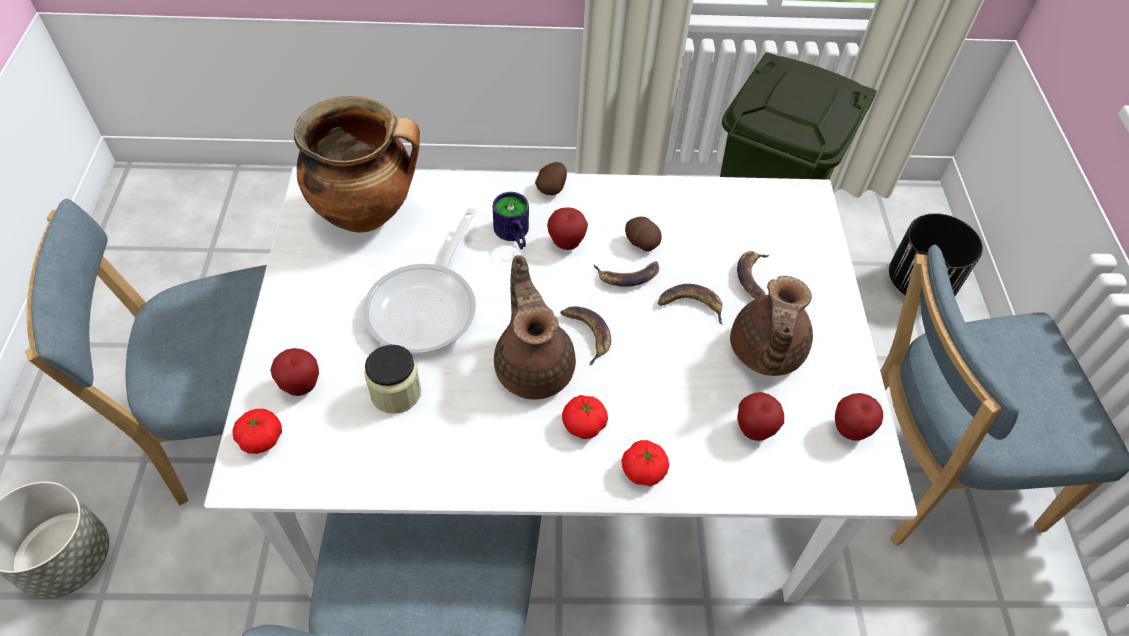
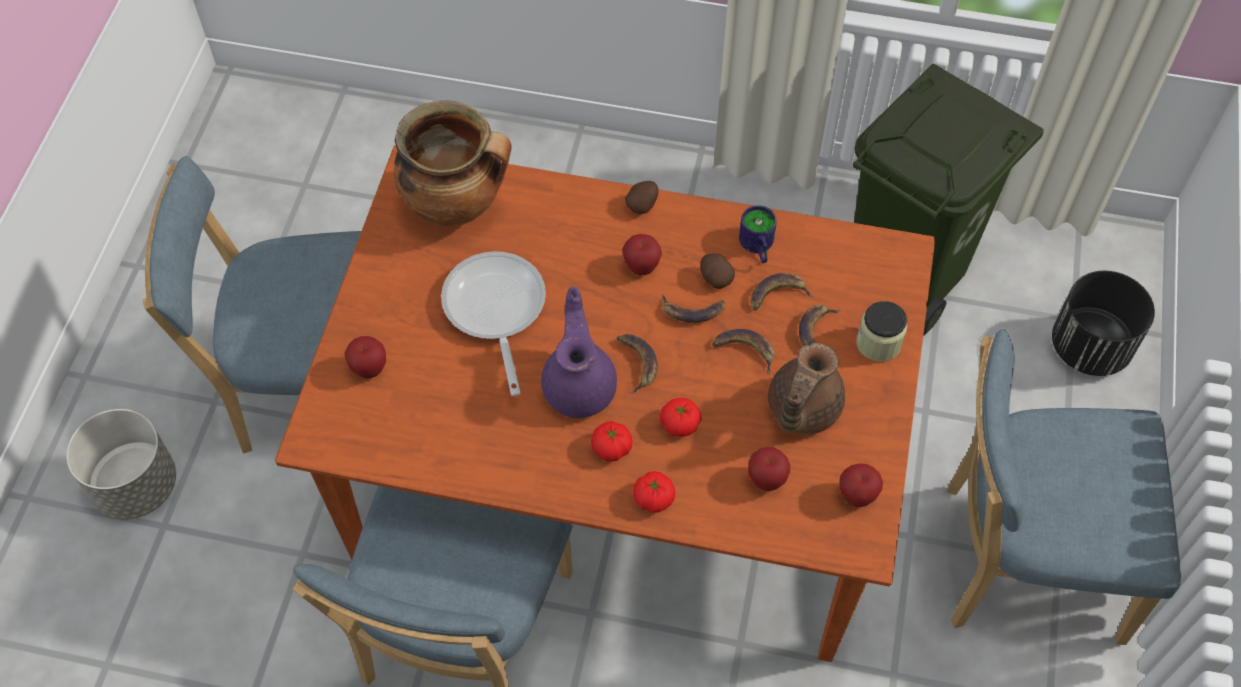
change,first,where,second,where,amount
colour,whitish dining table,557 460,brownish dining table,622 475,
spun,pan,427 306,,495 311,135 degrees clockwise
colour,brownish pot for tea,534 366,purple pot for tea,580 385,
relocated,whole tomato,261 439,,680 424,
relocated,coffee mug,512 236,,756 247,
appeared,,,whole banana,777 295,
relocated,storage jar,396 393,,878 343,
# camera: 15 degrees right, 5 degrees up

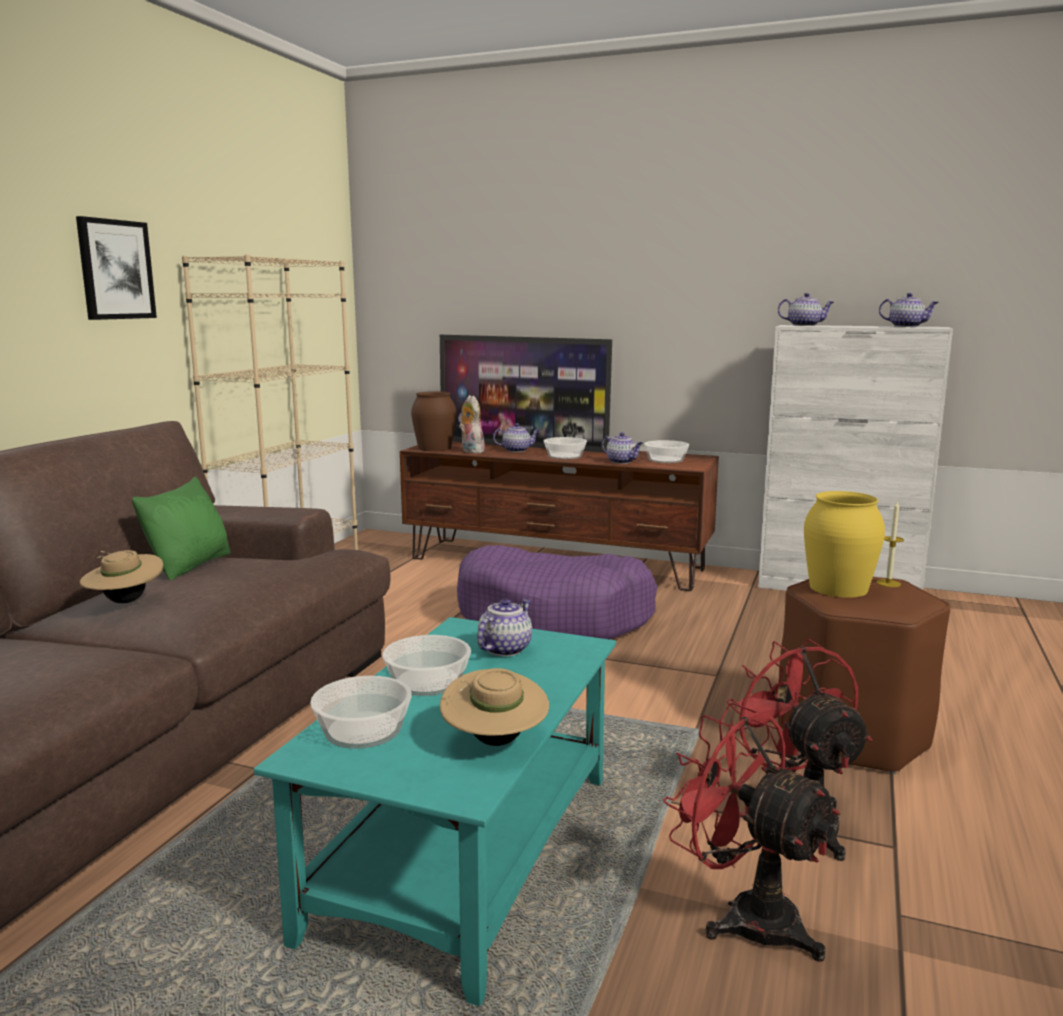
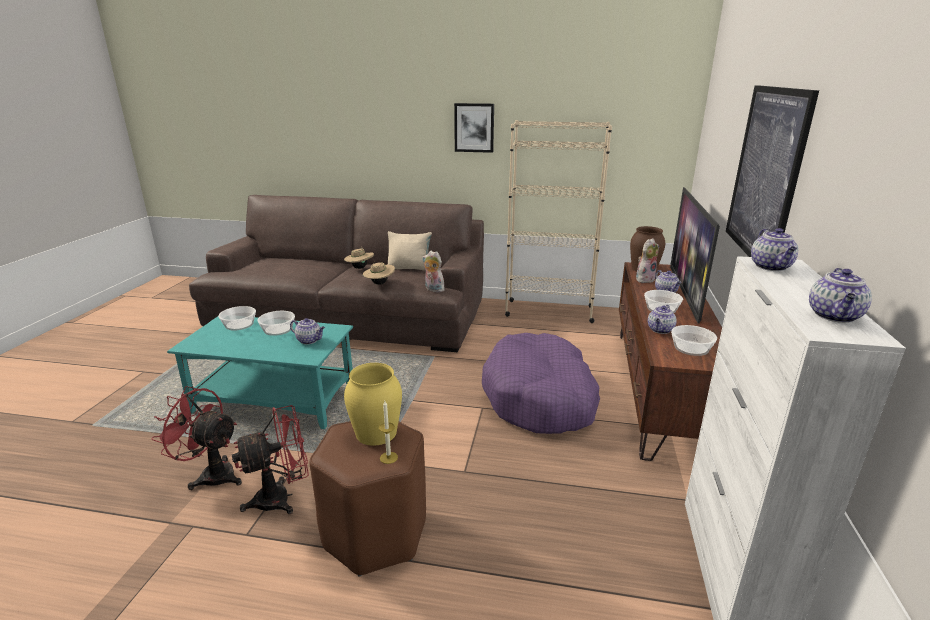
change,first,where,second,where,amount
spun,red cooling fan,746 915,,211 474,105 degrees counterclockwise
relocated,sand-coloured clothing hat,495 741,,379 283,
colour,green pillow,189 566,sand-coloured pillow,410 268,
appeared,,,soft toy,433 289,
appeared,,,picture,765 174,
# camera: 80 degrees right, 10 degrees up

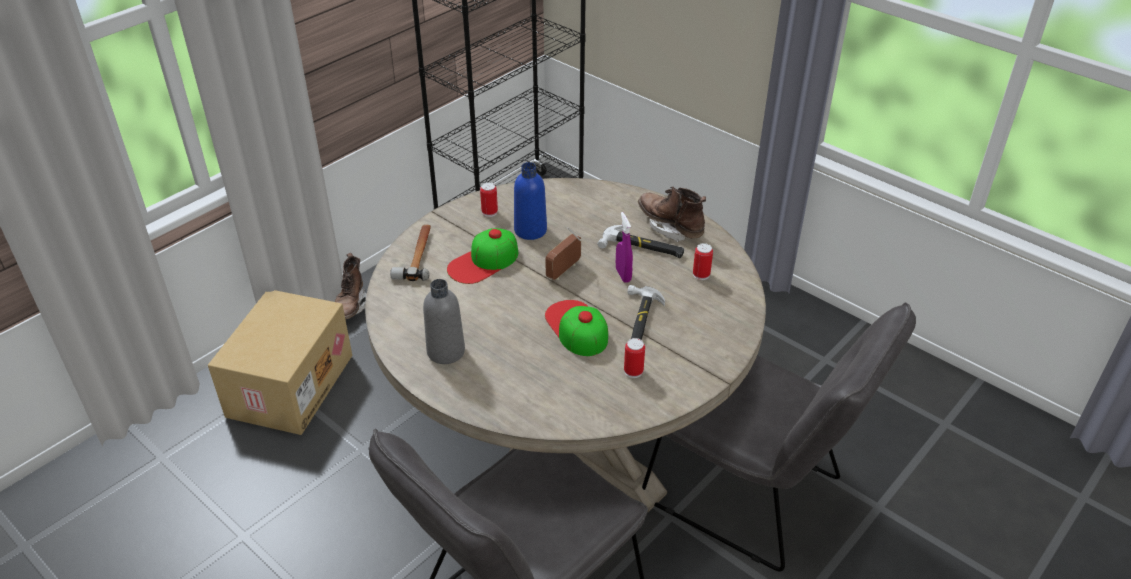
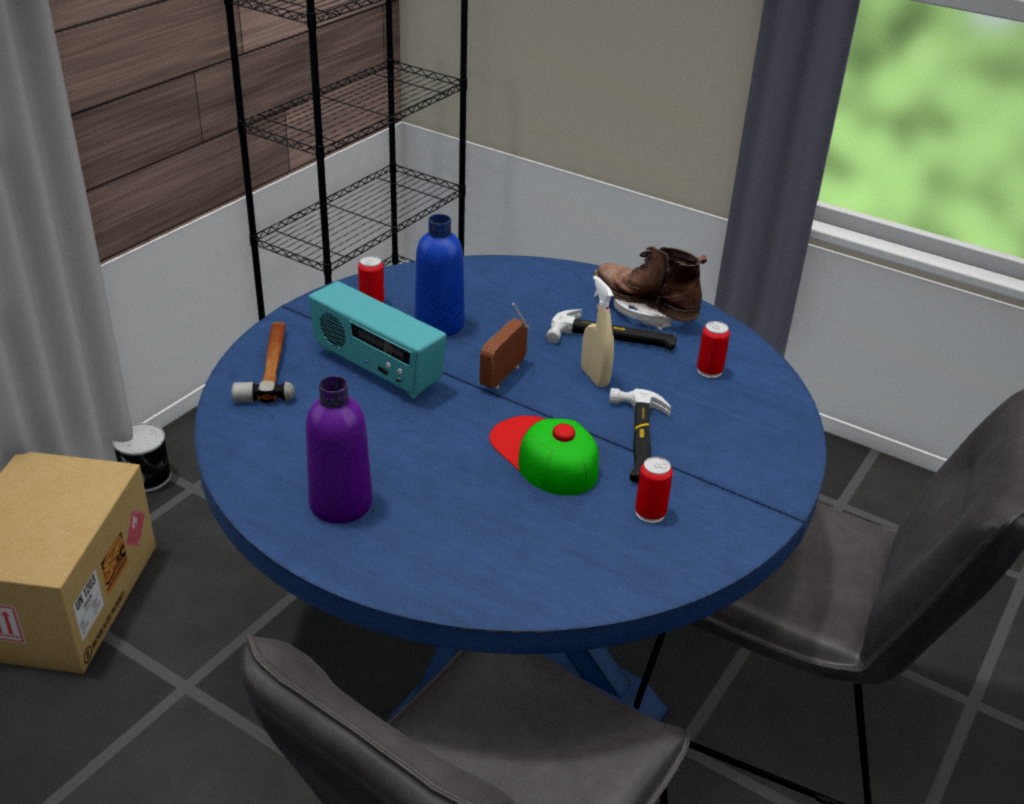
change,first,where,second,where,amount
exchanged,brownish boot,351 306,can,147 476,
colour,sand-coloured dining table,565 440,blue-coloured dining table,500 645,
colour,gray beverage bottle,446 351,purple beverage bottle,341 504,
exchanged,baseball cap,483 262,radio set,376 370,
colour,purple spray bottle,623 275,sand-coloured spray bottle,594 377,
# camera: 10 degrees left, 5 degrees down

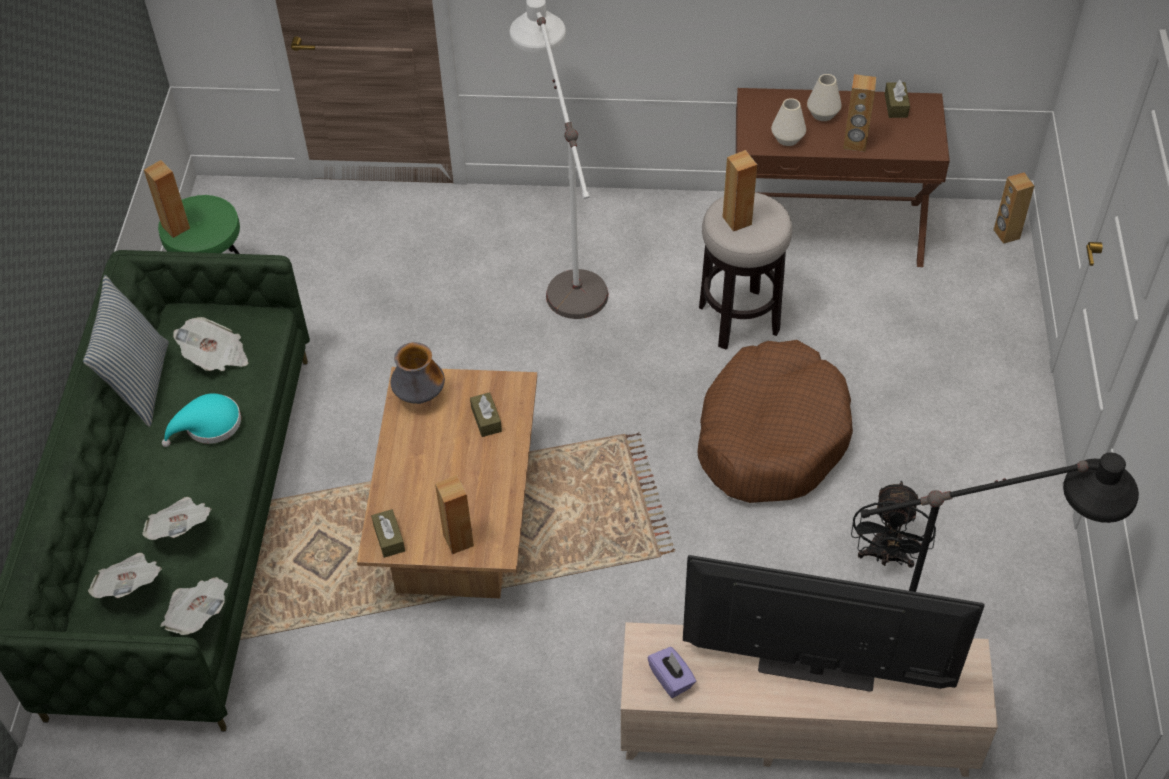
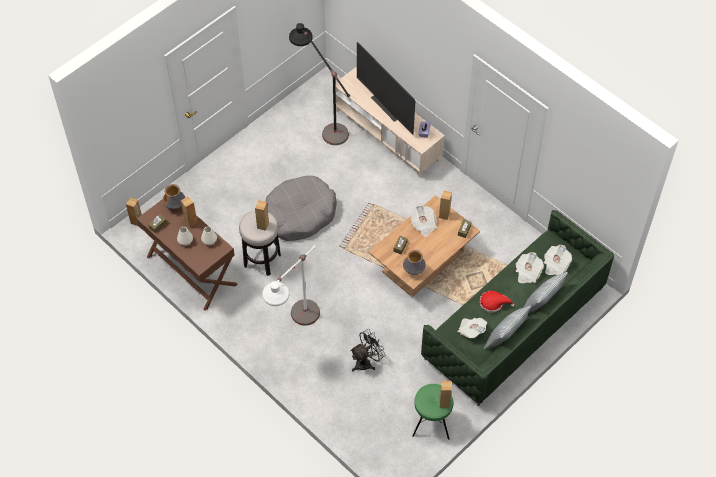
change,first,where,second,where,amount
appeared,,,decorative vase,175 205,
colour,brownish pet bed,771 436,gray pet bed,299 214,
relocated,black-coloured cooling fan,886 557,,366 362,
relocated,printed paper,197 614,,423 225,
colour,blue-green clothing hat,208 425,red clothing hat,493 303,
appeared,,,pillow,541 304,
# camera: 140 degrees left, 5 degrees up

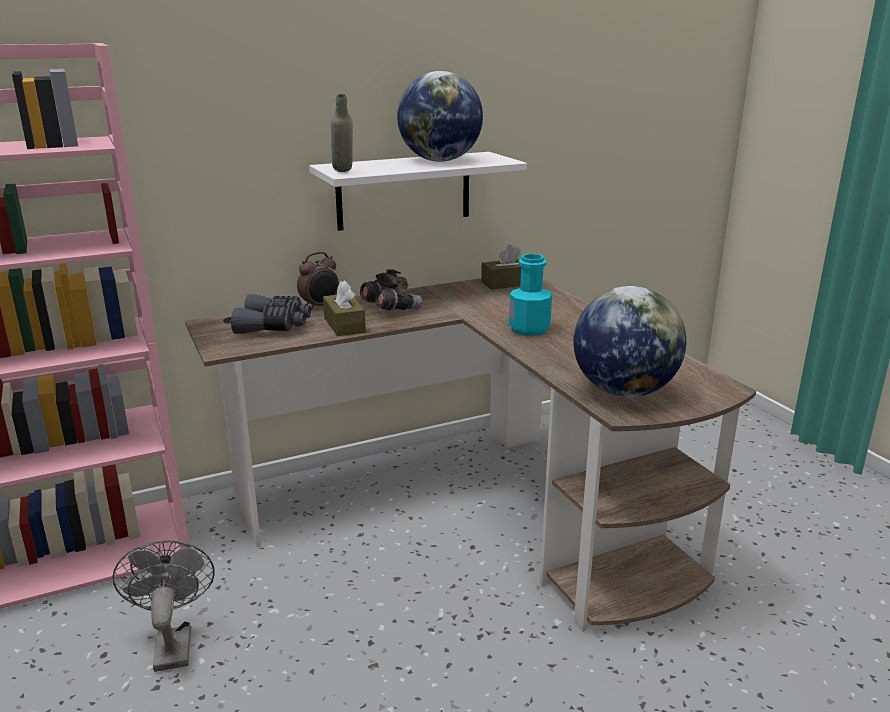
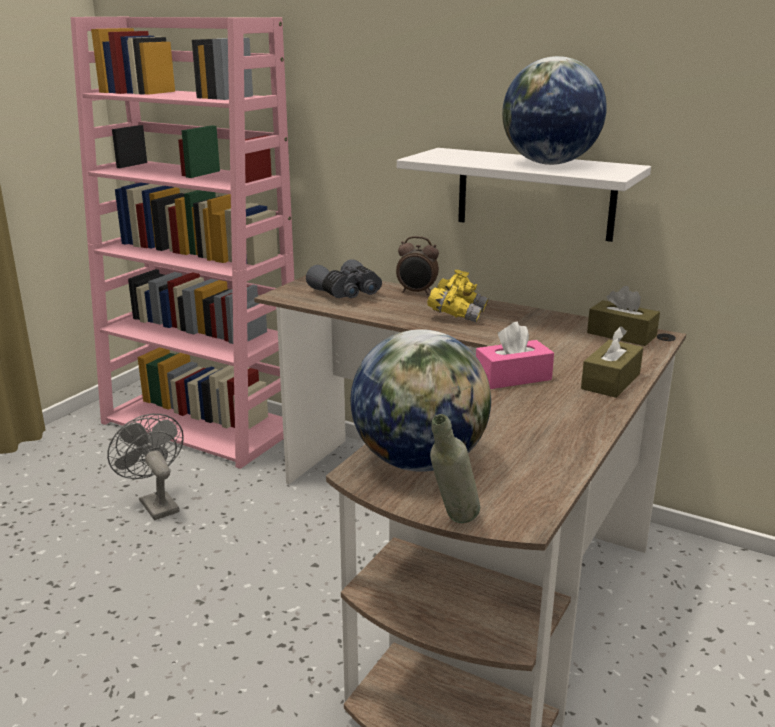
change,first,where,second,where,amount
spun,gray cooling fan,172 643,,155 503,75 degrees counterclockwise
colour,gray field glasses,390 309,yellow field glasses,457 314,
relocated,gray beverage bottle,343 172,,452 524,
exchanged,blue-green beverage bottle,529 329,pinkish box of tissues,513 377,
relocated,brownish box of tissues,344 325,,610 381,
# camera: 55 degrees right, 0 degrees up

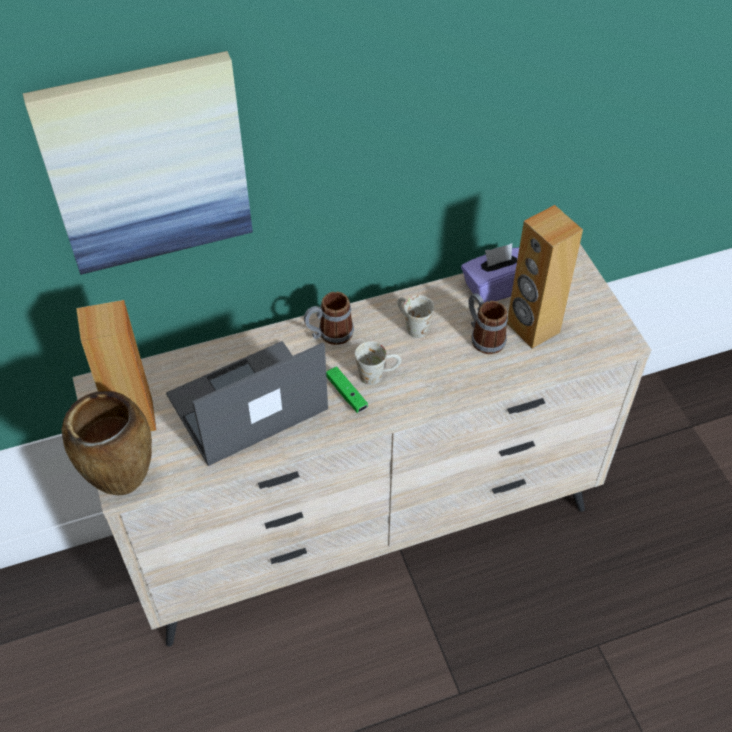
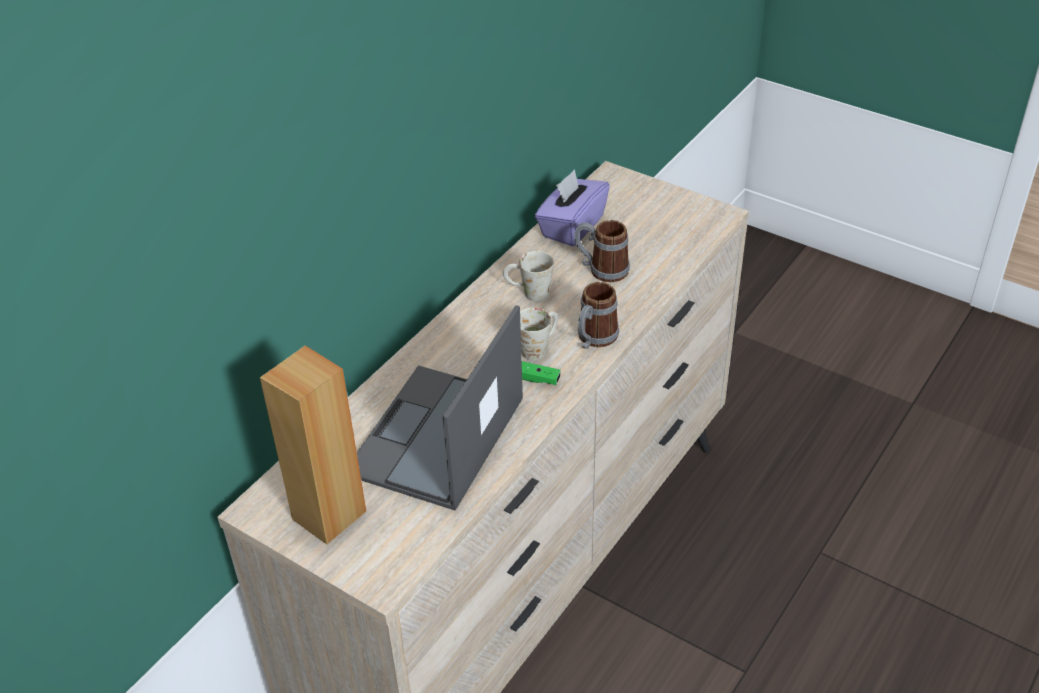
change,first,where,second,where,amount
relocated,coffee mug,329 334,,594 339,
missing,picture,147 164,,,
missing,brownish decorative vase,124 487,,,
missing,brownish loudspeaker,532 328,,,
# camera: 35 degrees left, 10 degrees down

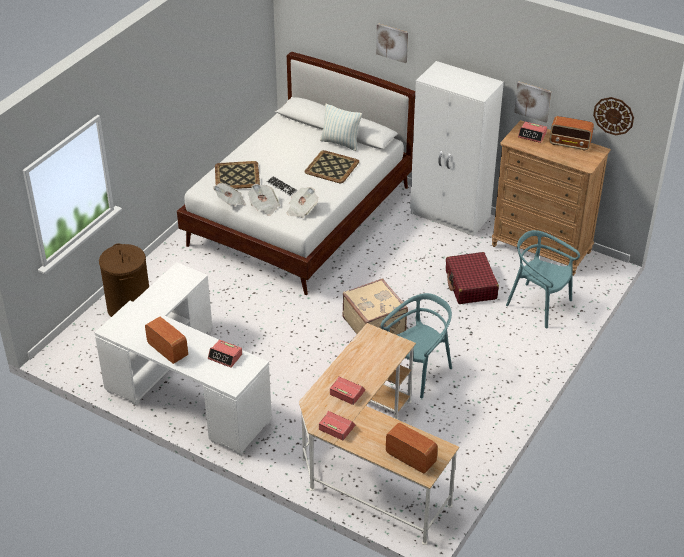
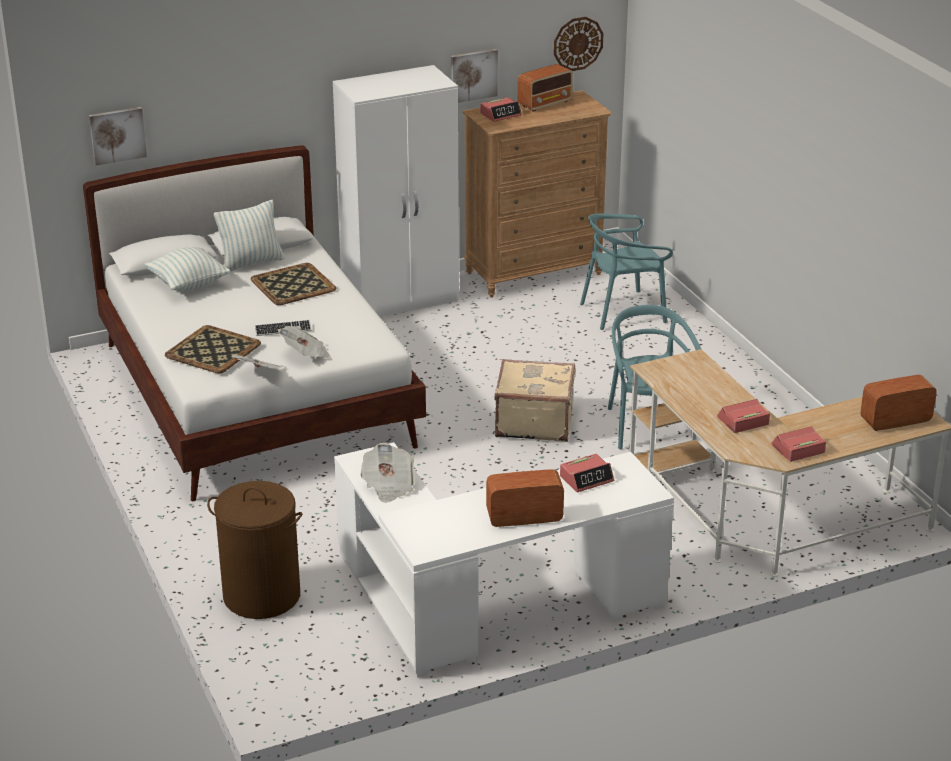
change,first,where,second,where,amount
relocated,picture,392 42,,117 135,
appeared,,,pillow,188 284,
relocated,printed paper,301 209,,388 486,
missing,red suitcase,470 285,,,
# camera: 55 degrees left, 10 degrees down

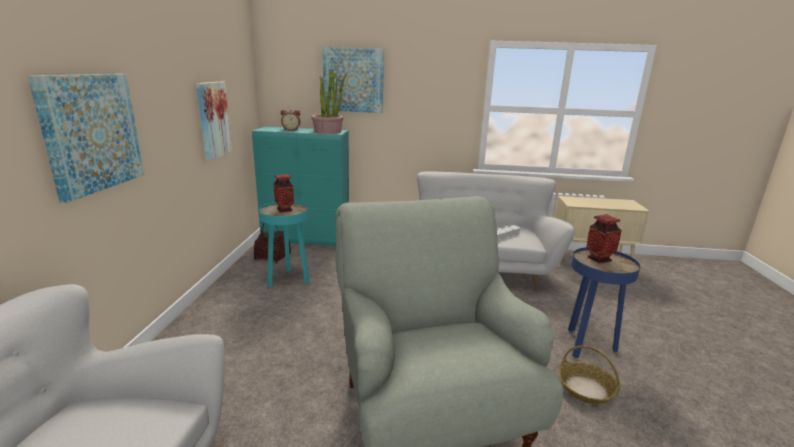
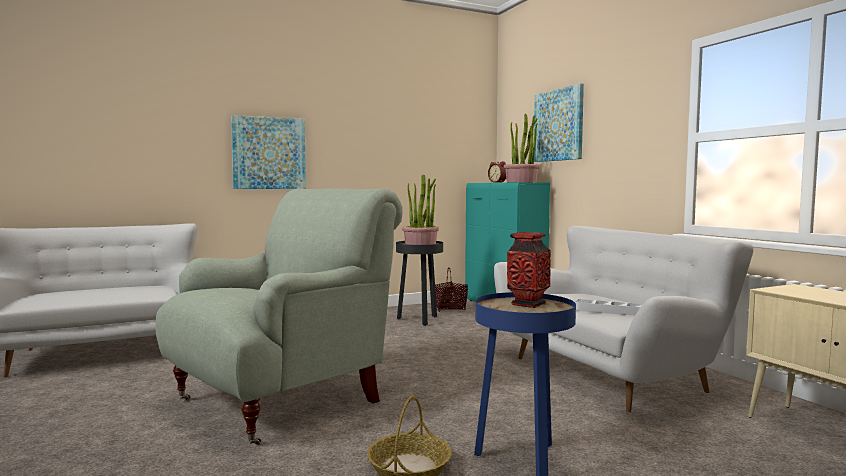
change,first,where,second,where,amount
colour,blue-green end table,289 280,black-coloured end table,419 320,
exchanged,decorative vase,284 210,plant in a pot,420 244,
missing,picture,213 120,,,
# camera: 60 degrees right, 15 degrees down

